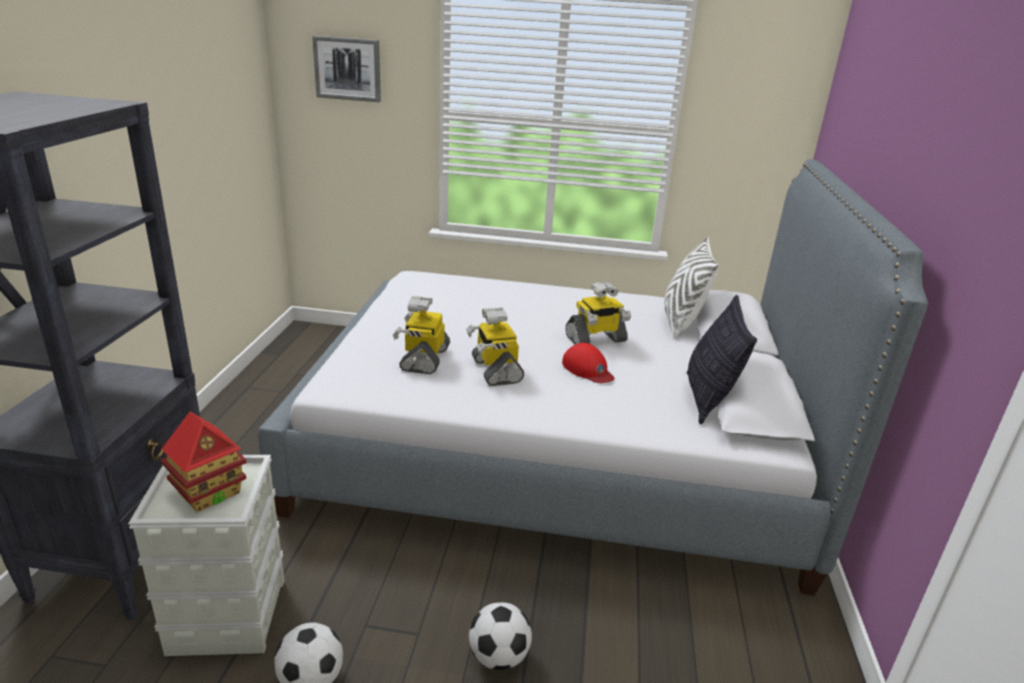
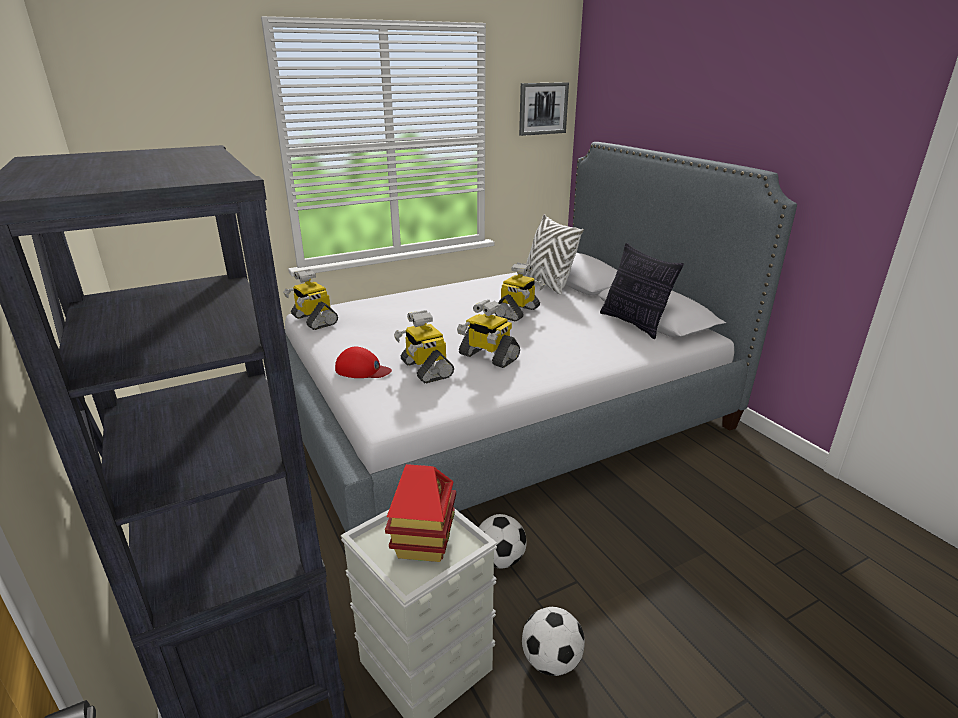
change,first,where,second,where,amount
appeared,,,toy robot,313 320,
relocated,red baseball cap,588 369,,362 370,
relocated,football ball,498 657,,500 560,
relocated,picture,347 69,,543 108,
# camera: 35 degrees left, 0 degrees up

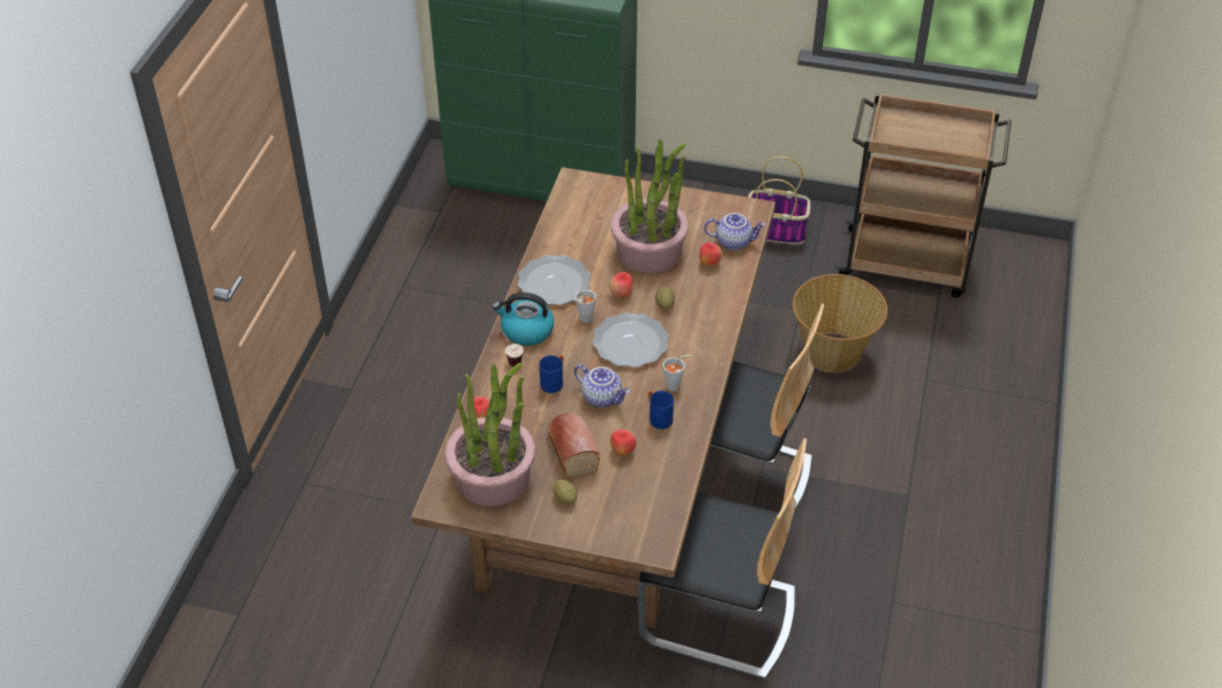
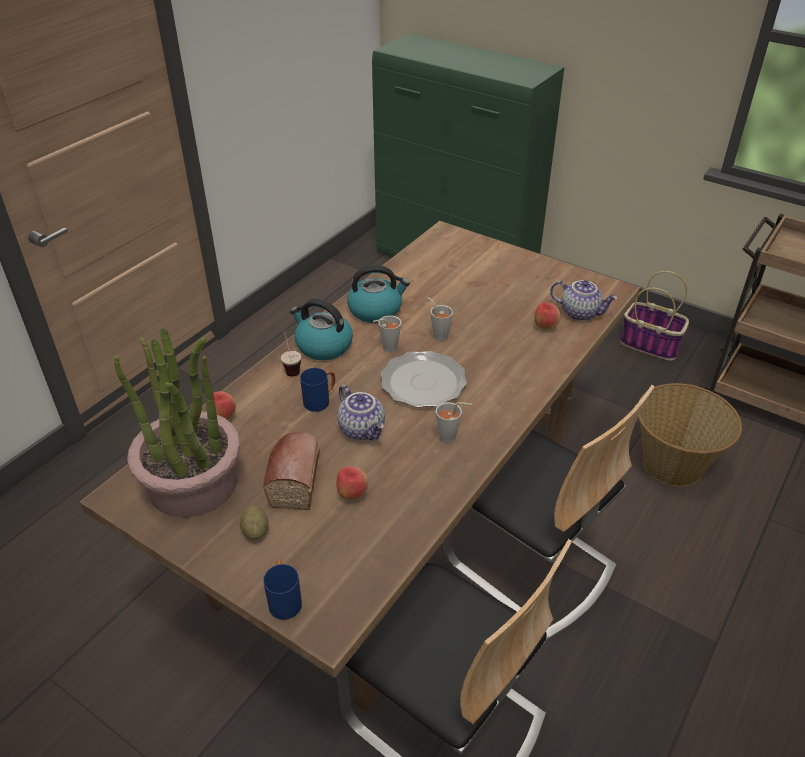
change,first,where,second,where,amount
relocated,blue-coloured coffee mug,658 418,,284 599,
exchanged,plate,553 283,tea kettle,376 310,
exchanged,apple fruit,621 294,gray small cup,438 335,
missing,plant in a pot,649 252,,,
missing,whole potato,664 305,,,
# camera: 20 degrees right, 5 degrees down

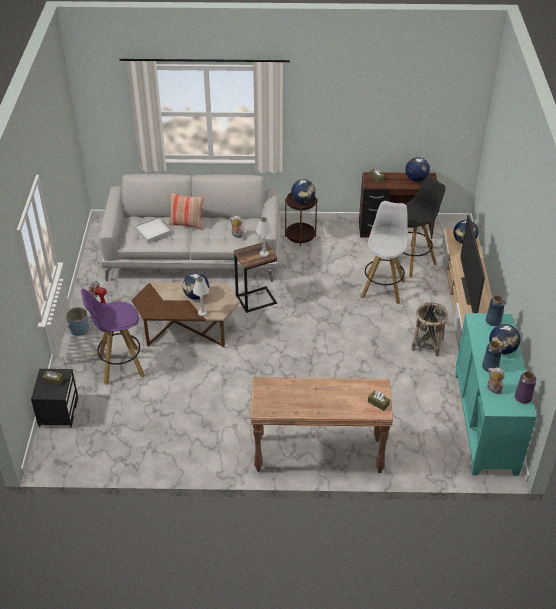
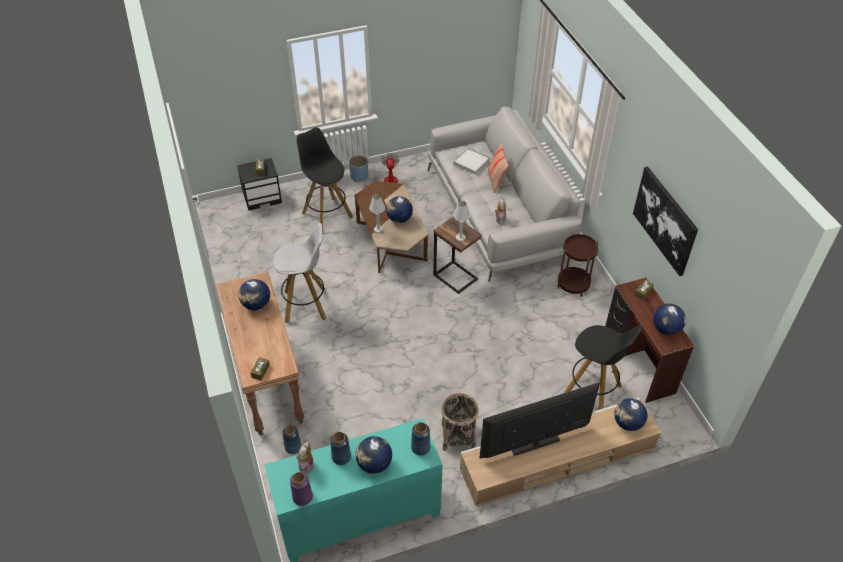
change,first,where,second,where,amount
relocated,desk globe,303 201,,256 305,
relocated,whitish stool seat,383 288,,306 305,
appeared,,,blue-coloured decorative vase,293 447,
colour,purple stool seat,120 366,black-coloured stool seat,327 214,
appeared,,,picture,665 220,
# camera: 70 degrees right, 5 degrees up

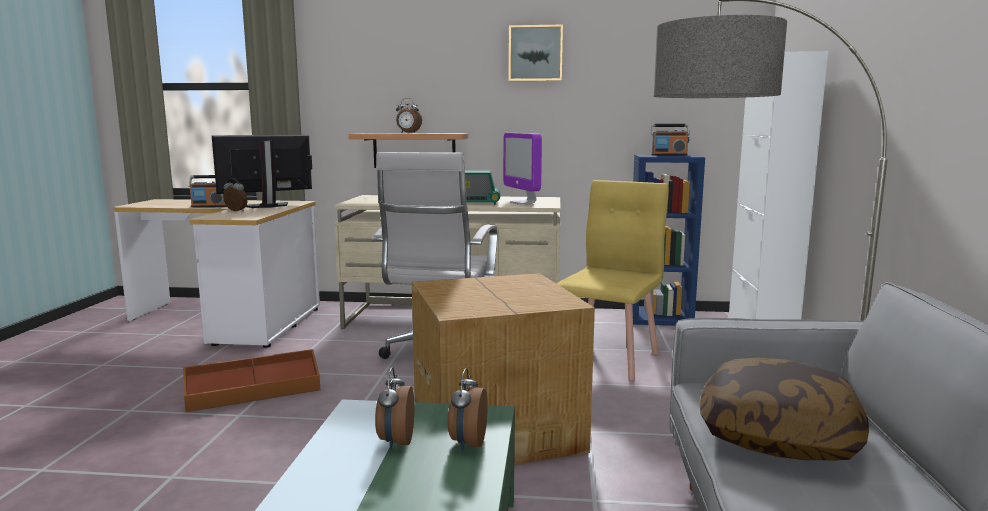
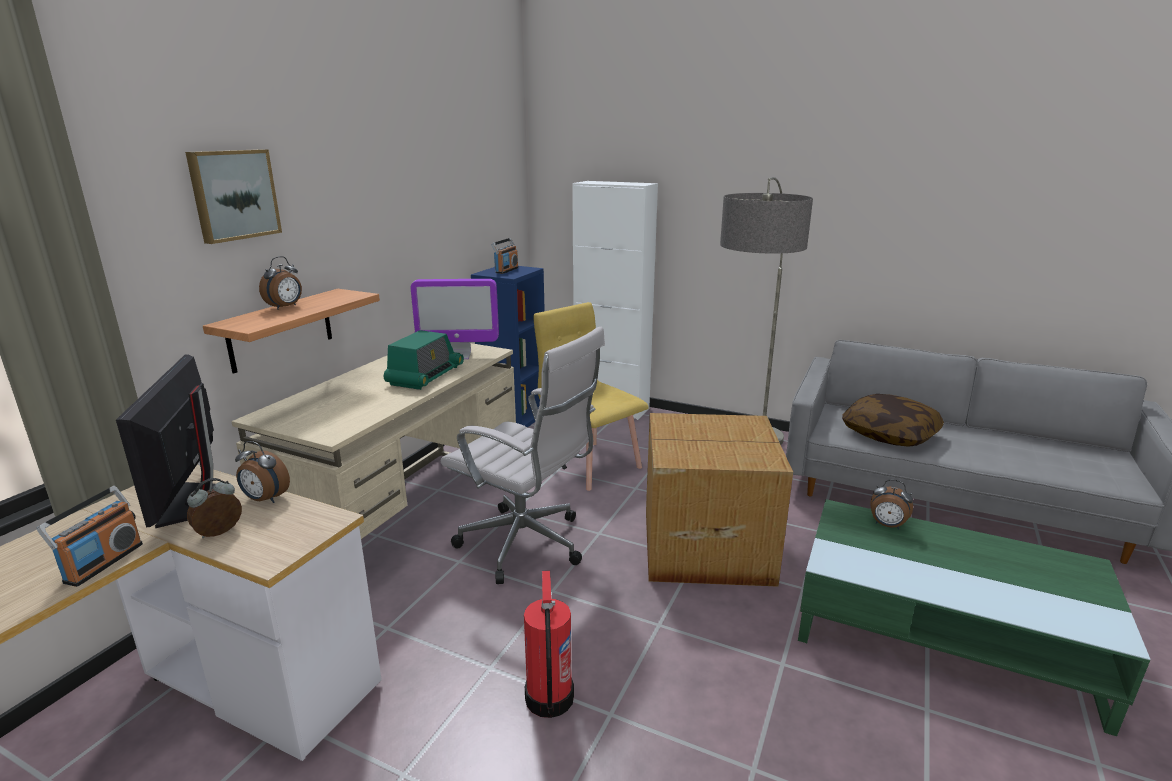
change,first,where,second,where,amount
relocated,picture,535 53,,233 194,
relocated,alarm clock,395 441,,265 499,
exchanged,brownish storage box,254 393,fire extinguisher,549 699,
# camera: 70 degrees left, 10 degrees up

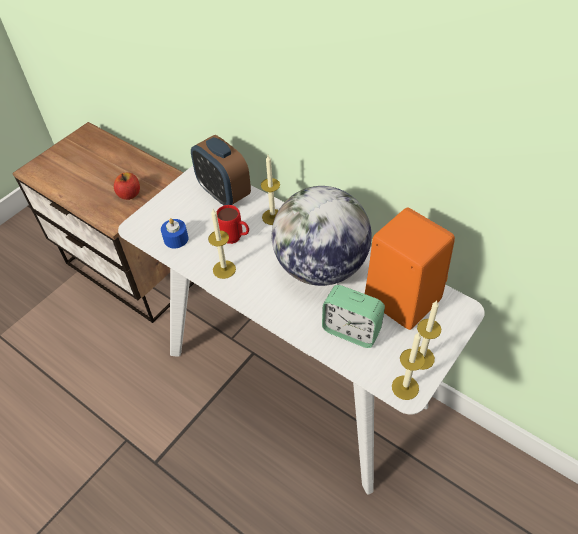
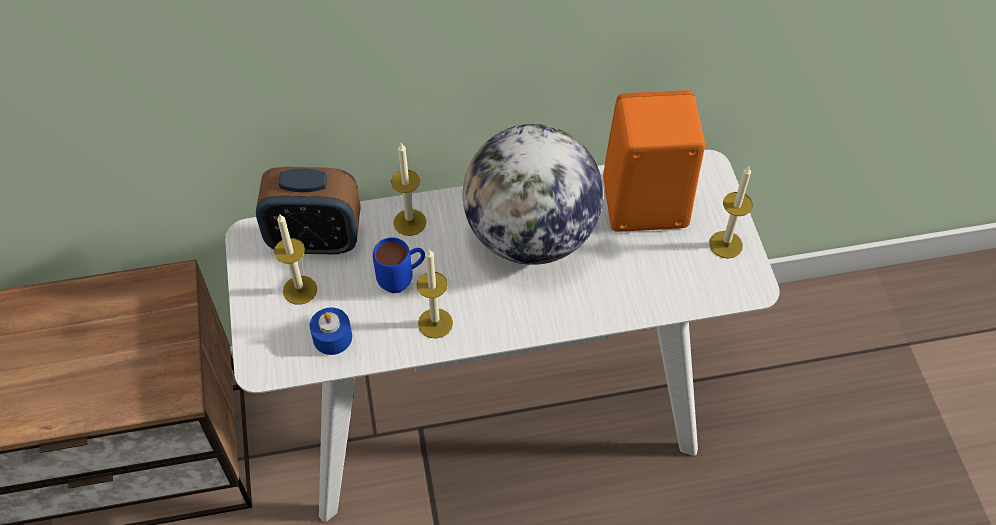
change,first,where,second,where,amount
relocated,wax light,405 387,,300 290,
colour,red coffee mug,235 239,blue-coloured coffee mug,402 280,
missing,apple fruit,129 194,,,
missing,alarm clock,351 330,,,
# camera: 50 degrees left, 5 degrees up

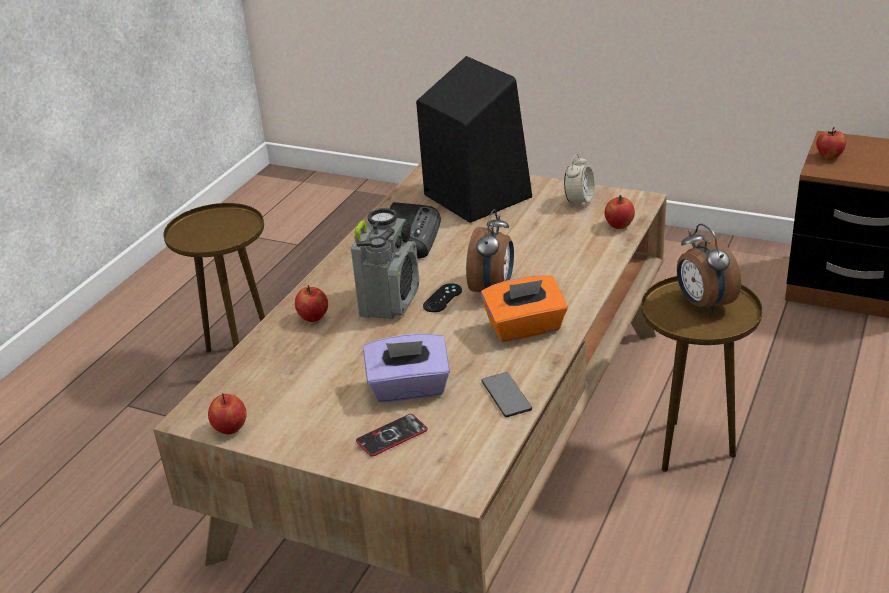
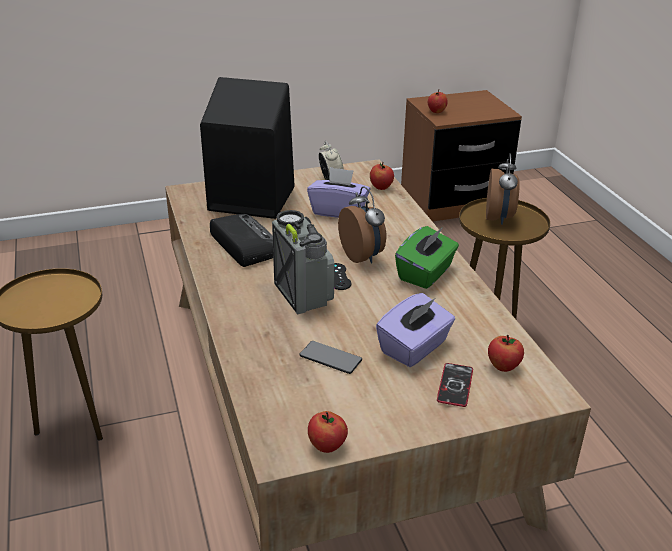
change,first,where,second,where,amount
relocated,phone,506 396,,330 358,
appeared,,,purple box of tissues,339 211,
colour,orangey box of tissues,525 328,green box of tissues,425 273,
spun,alarm clock,703 304,,499 218,105 degrees counterclockwise
relocated,apple fruit,313 318,,503 366,
# camera: 45 degrees left, 0 degrees up

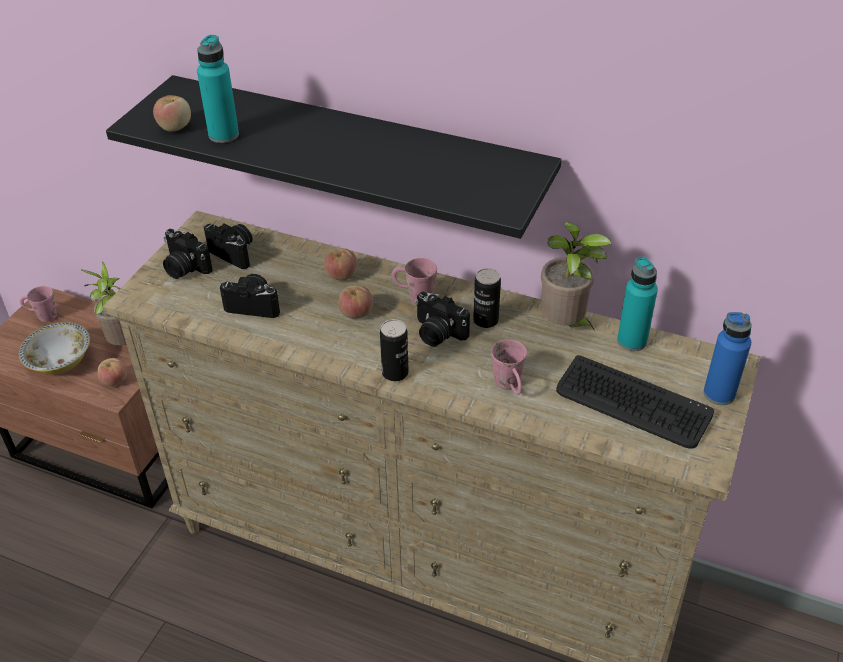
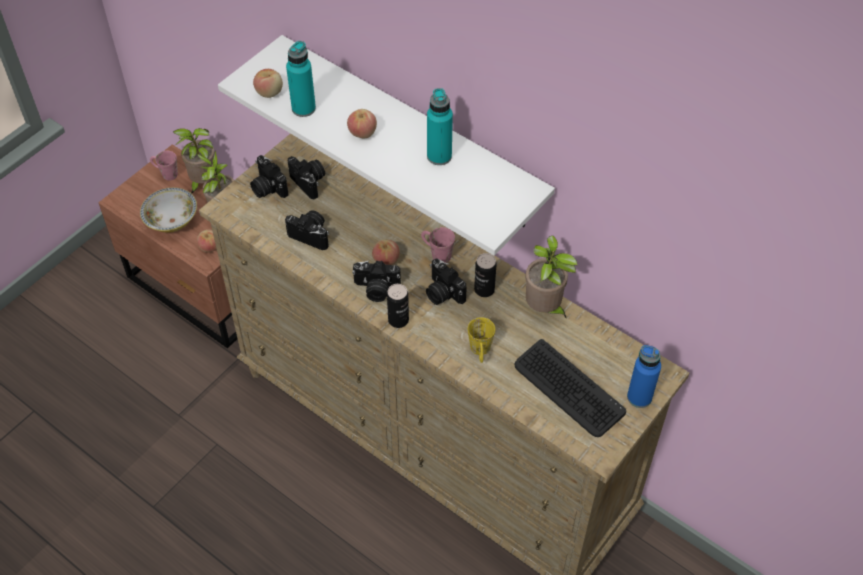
change,first,where,second,where,amount
appeared,,,plant in a pot,202 182,
colour,black-coloured shelf,357 154,whitish shelf,411 134,
relocated,apple fruit,341 276,,362 133,
appeared,,,still camera,376 289,
relocated,blue-green beverage bottle,632 341,,439 156,
colour,pinkish coffee mug,510 387,yellow coffee mug,481 352,
# camera: 15 degrees right, 10 degrees up

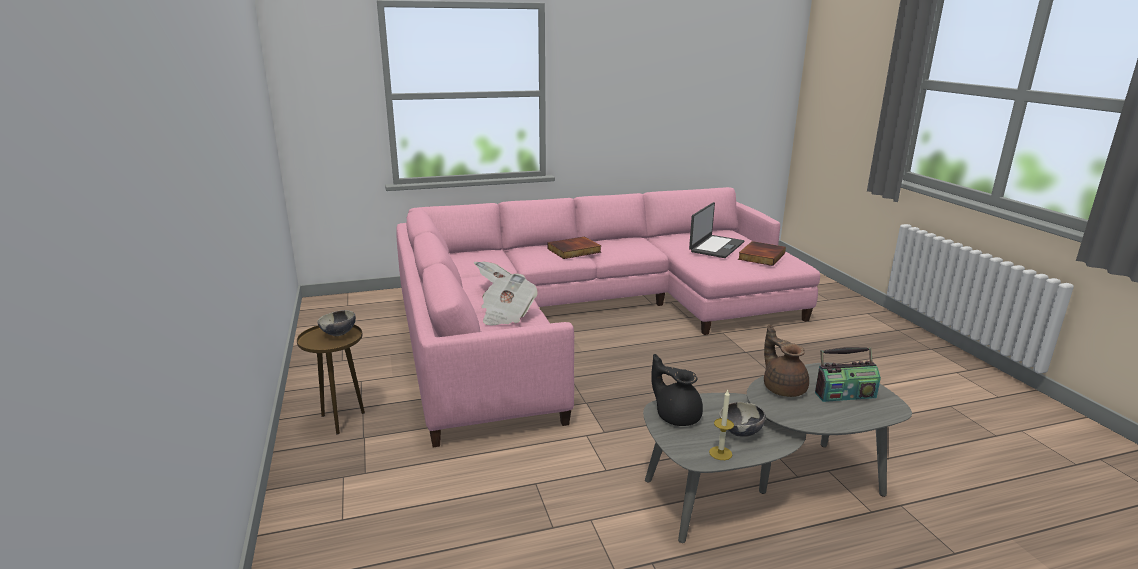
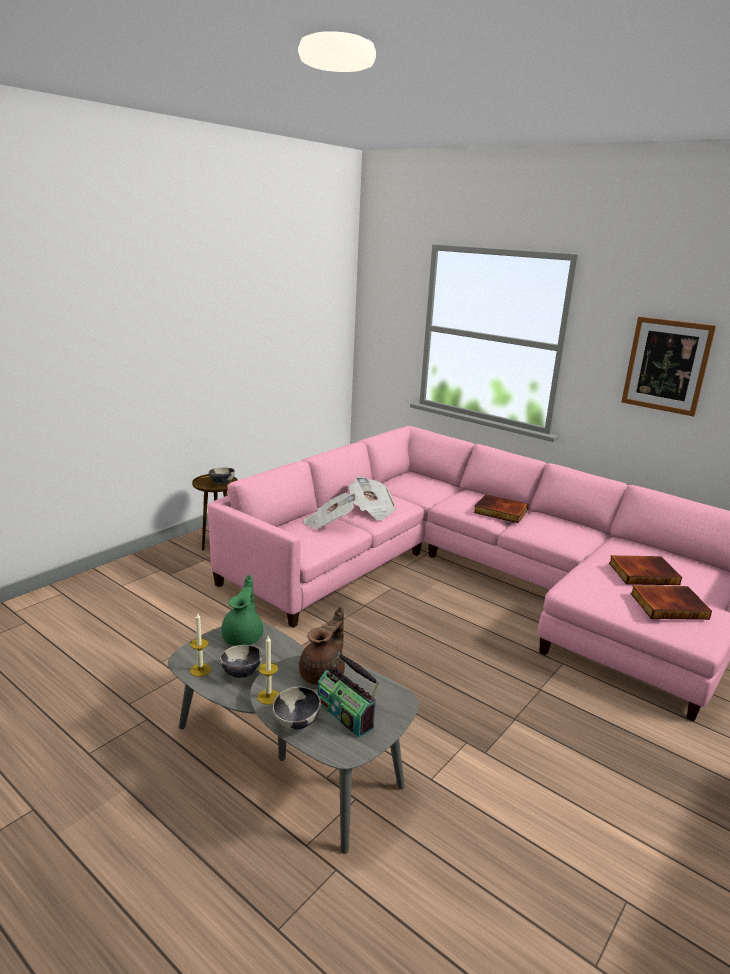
change,first,where,second,where,amount
colour,black-coloured pot for tea,676 416,green pot for tea,243 637,
appeared,,,wax light,268 697,
appeared,,,bowl,297 723,
exchanged,notebook computer,716 247,volume,643 573,
appeared,,,picture,666 365,
# camera: 55 degrees right, 0 degrees up

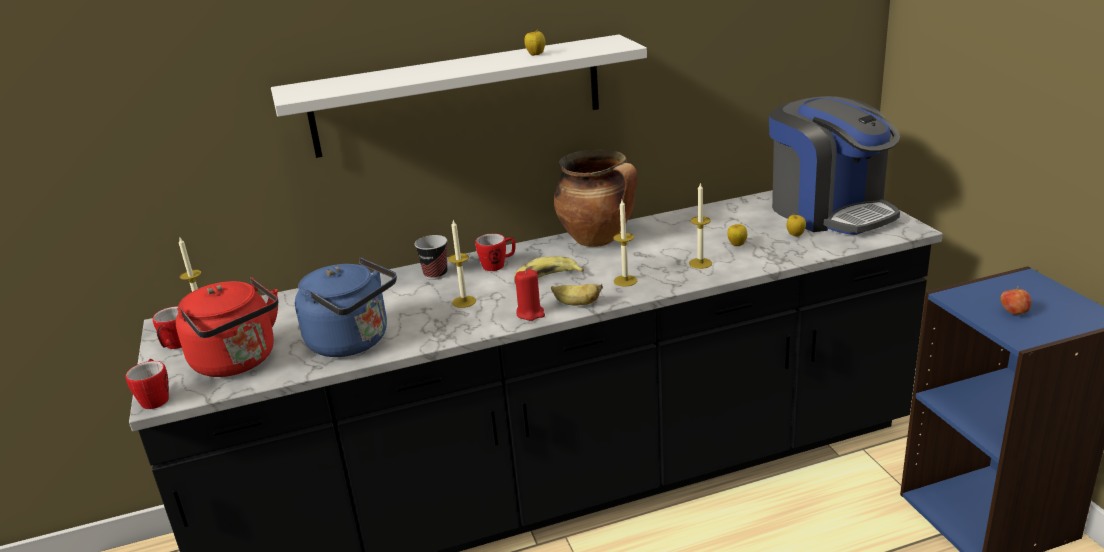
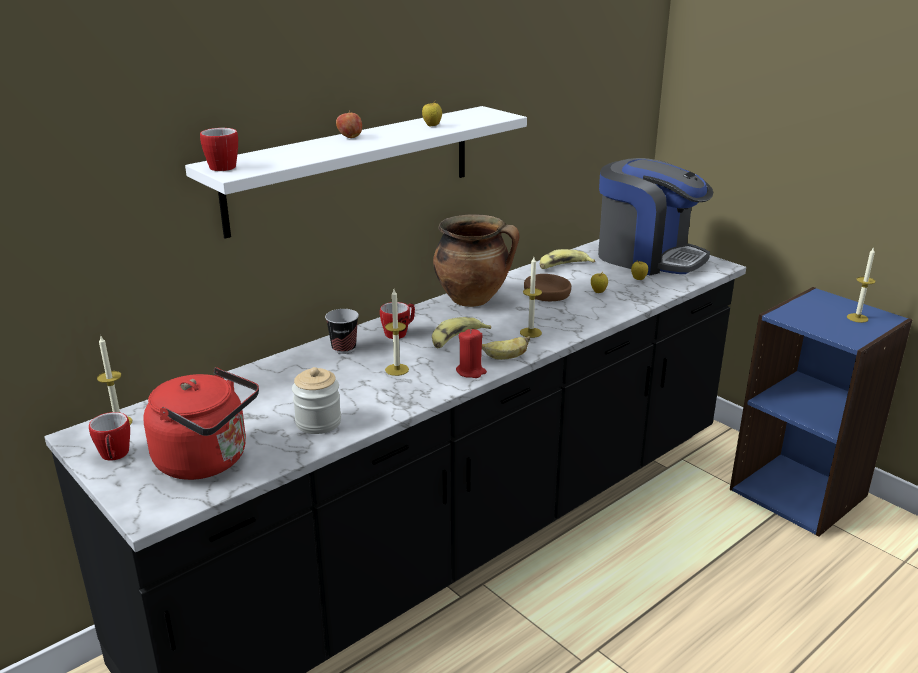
change,first,where,second,where,amount
relocated,coffee mug,156 398,,220 166,
exchanged,blue-coloured tea kettle,353 342,storage jar,318 422,
relocated,apple fruit,1013 313,,350 137,
appeared,,,brownish bowl,547 294,
appeared,,,whole banana,563 266,
relocated,wax light,700 263,,857 318,
# camera: 25 degrees left, 0 degrees up

